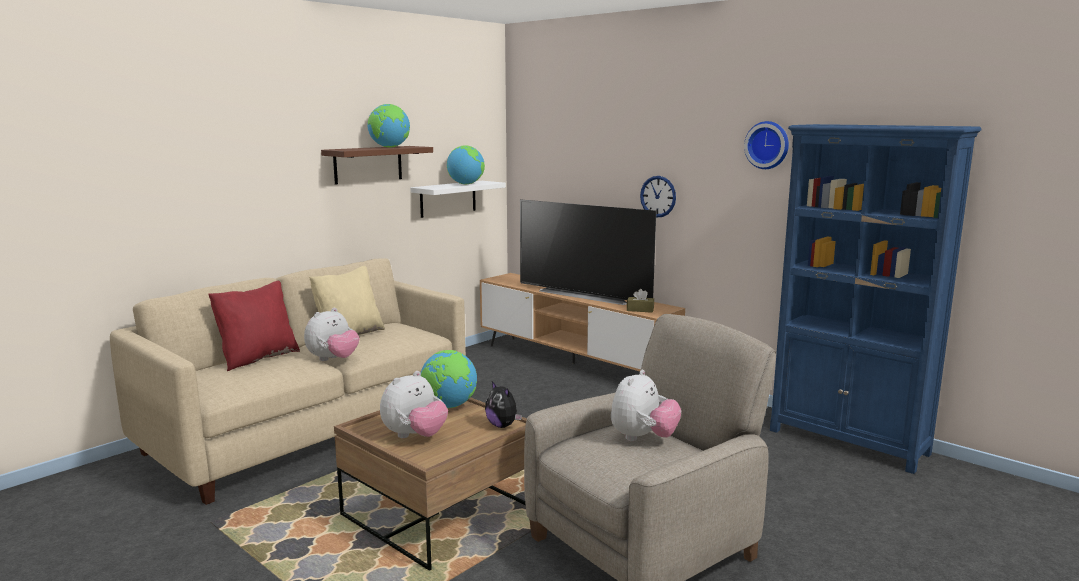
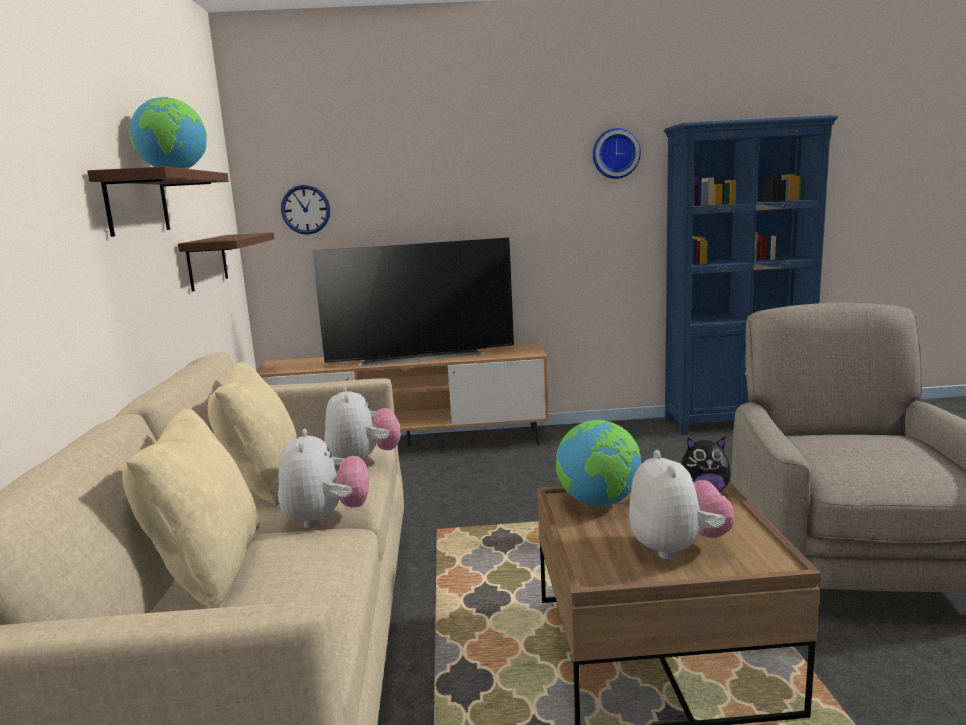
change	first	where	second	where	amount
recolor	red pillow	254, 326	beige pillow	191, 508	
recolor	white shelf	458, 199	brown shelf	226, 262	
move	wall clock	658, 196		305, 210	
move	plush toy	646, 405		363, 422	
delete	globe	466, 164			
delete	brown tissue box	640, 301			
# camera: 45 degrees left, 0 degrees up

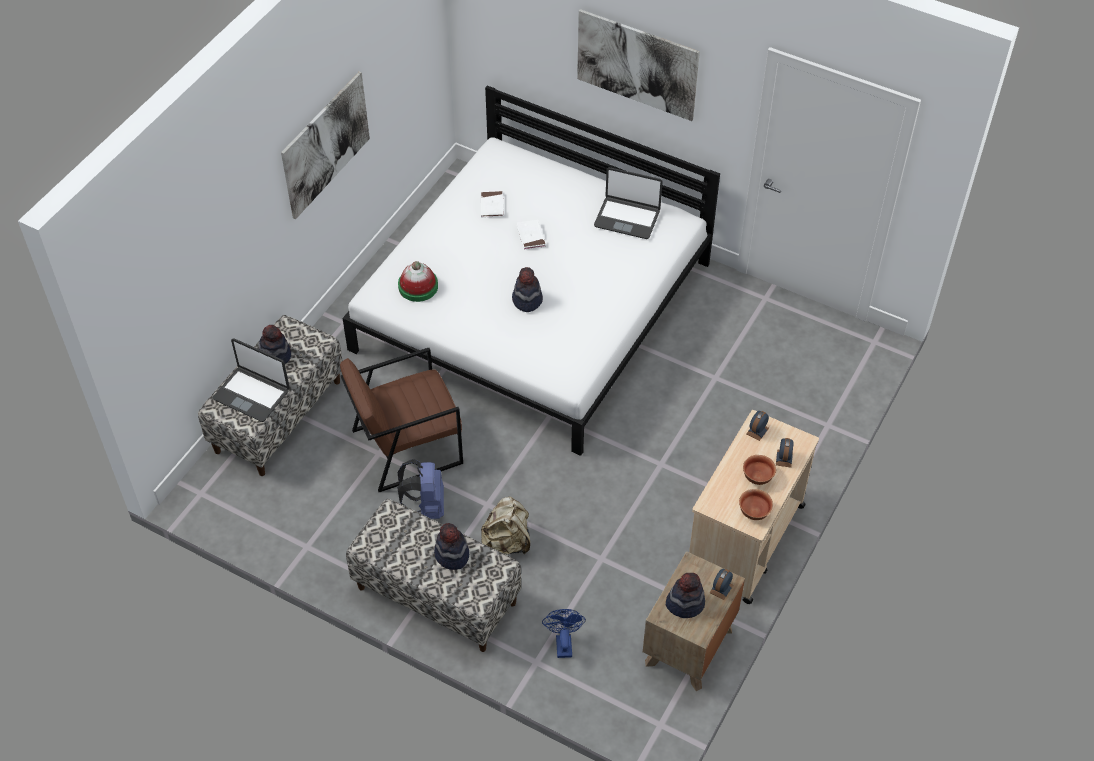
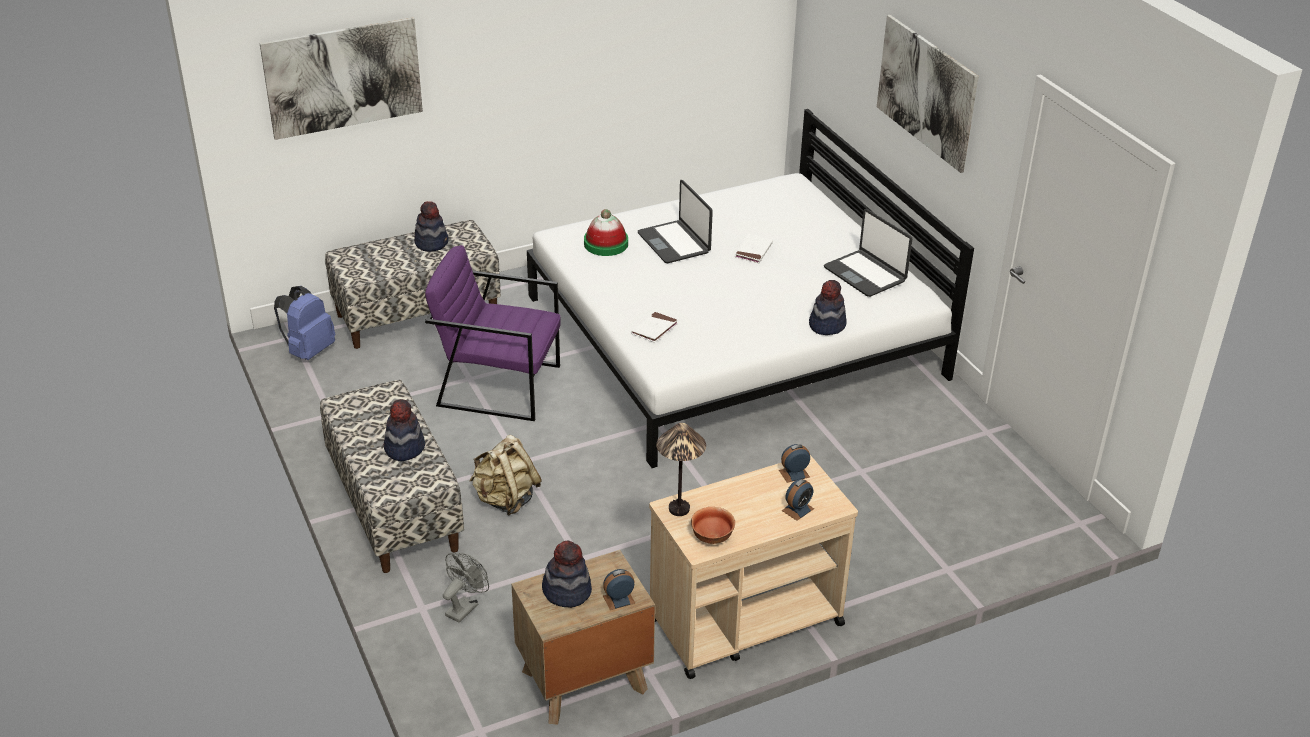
change	first	where	second	where	amount
move	picture	325, 145		341, 78	
move	blue backpack	420, 489		304, 323	
recolor	brown armchair	401, 420	purple armchair	492, 333	
recolor	blue fan	564, 633	grey fan	466, 588	
move	white book	492, 204		654, 327	
move	laptop	251, 380		675, 221	
insert			table lamp	681, 469	
move	hat	527, 289		828, 307	
delete	bowl	759, 470			
# camera: 35 degrees right, 15 degrees down

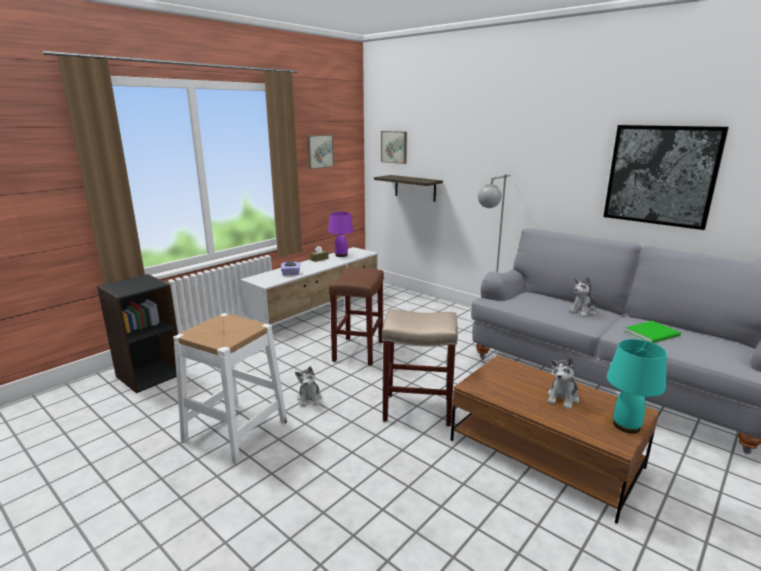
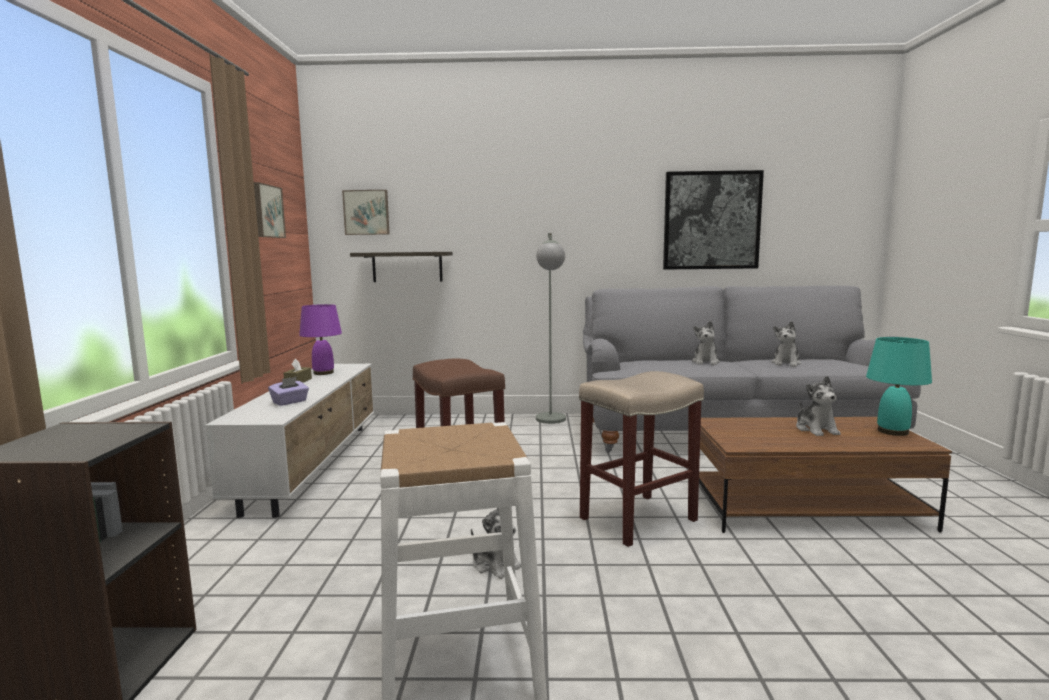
change	first	where	second	where	amount
replace	green book	653, 332	plush toy	786, 344	
# camera: 40 degrees left, 10 degrees down

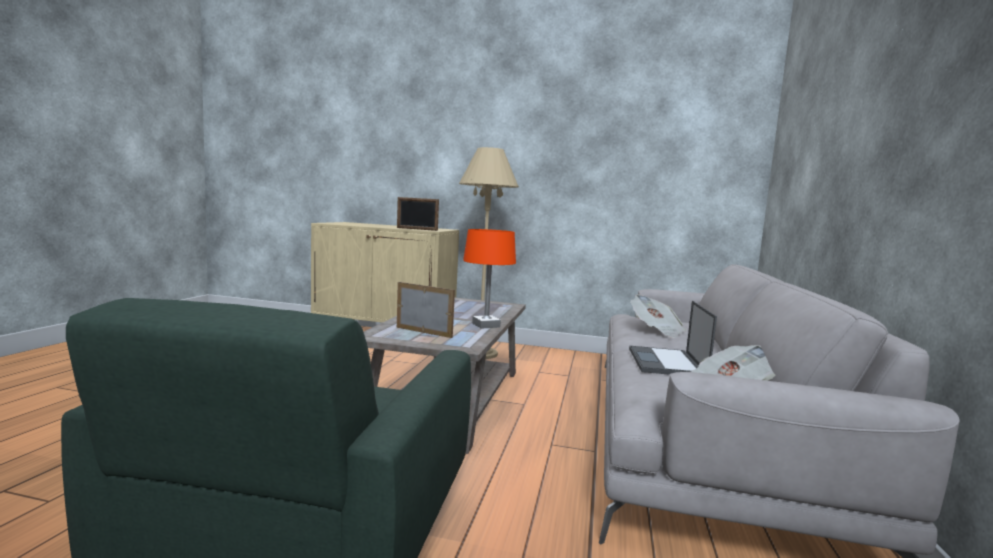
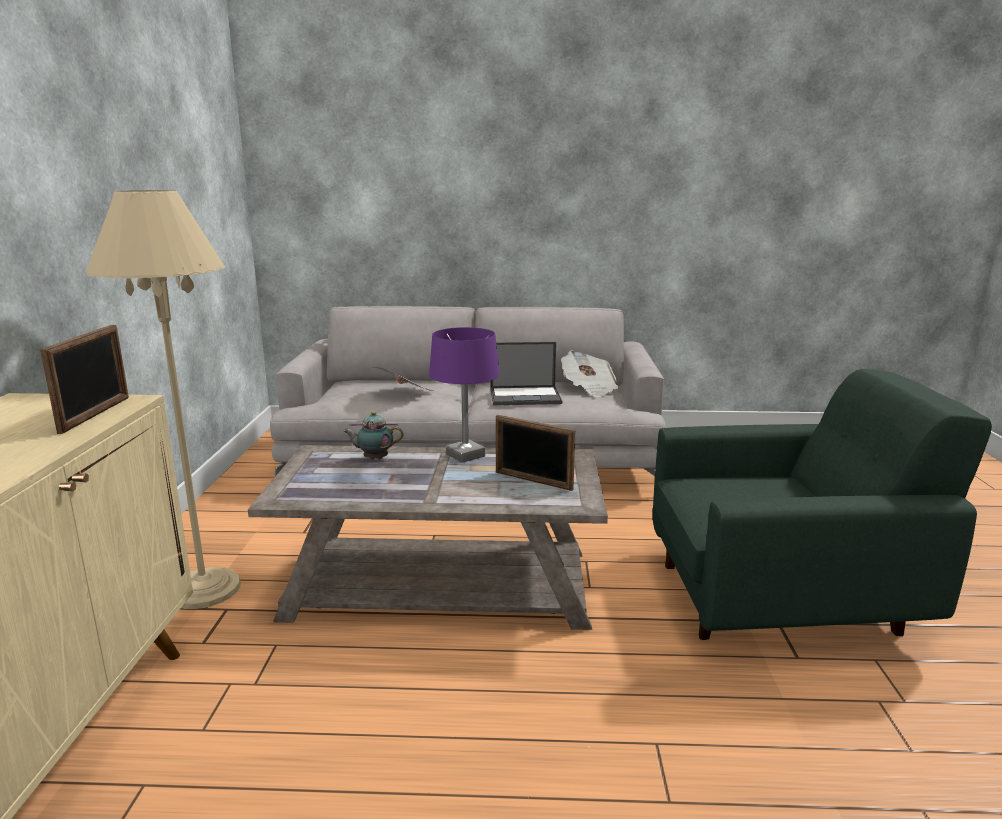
change	first	where	second	where	amount
insert			teapot	373, 435	
recolor	orange table lamp	489, 279	purple table lamp	464, 395	
rotate	picture frame	426, 310		535, 453	75 degrees counterclockwise
# camera: 100 degrees left, 10 degrees up

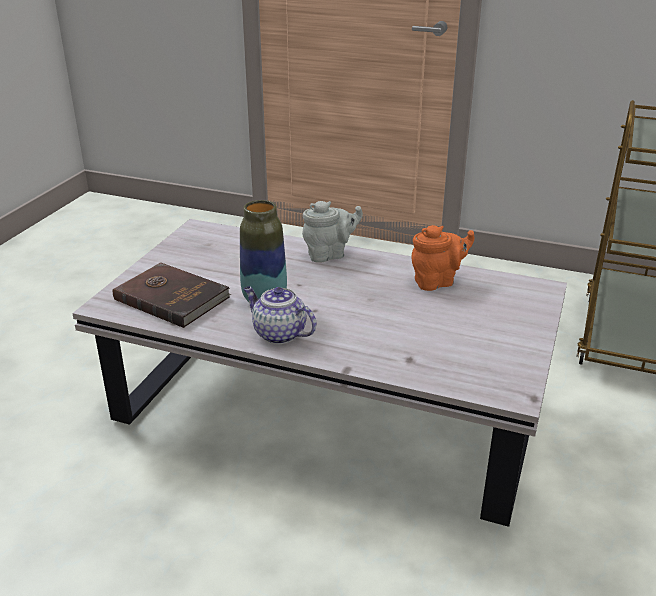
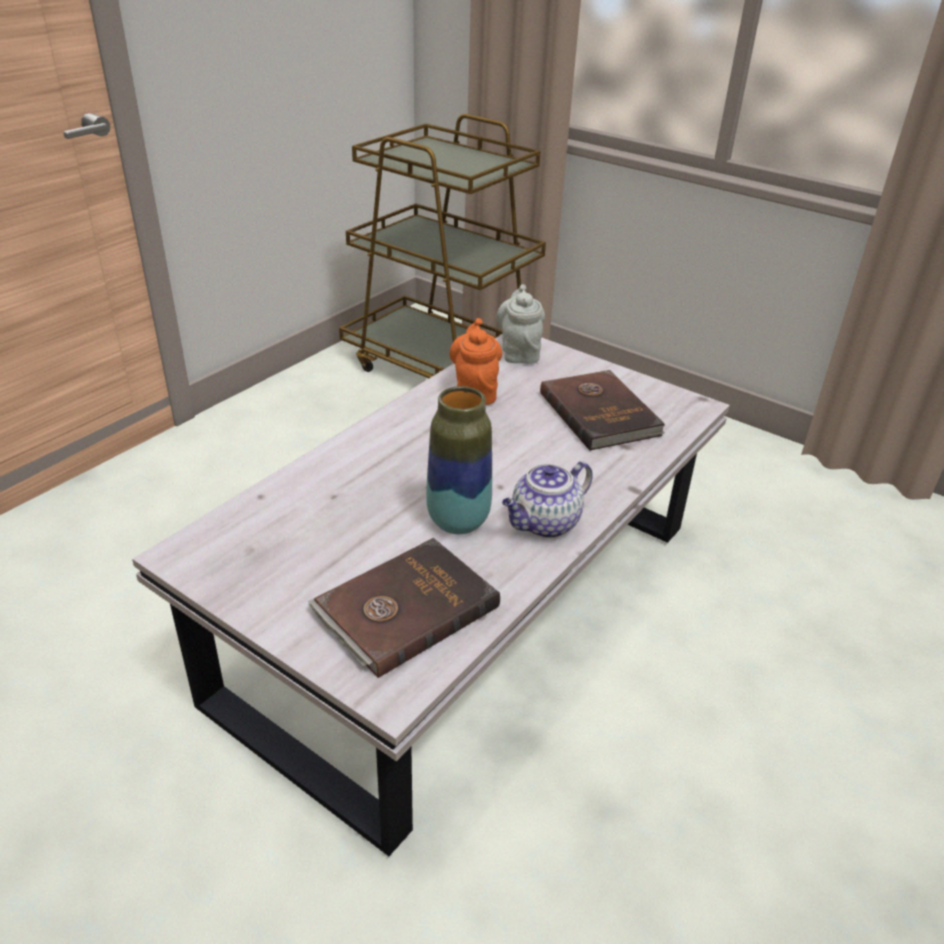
change	first	where	second	where	amount
move	grey teapot	332, 232		520, 324	
insert			brown book	603, 410	
# camera: 75 degrees left, 5 degrees up

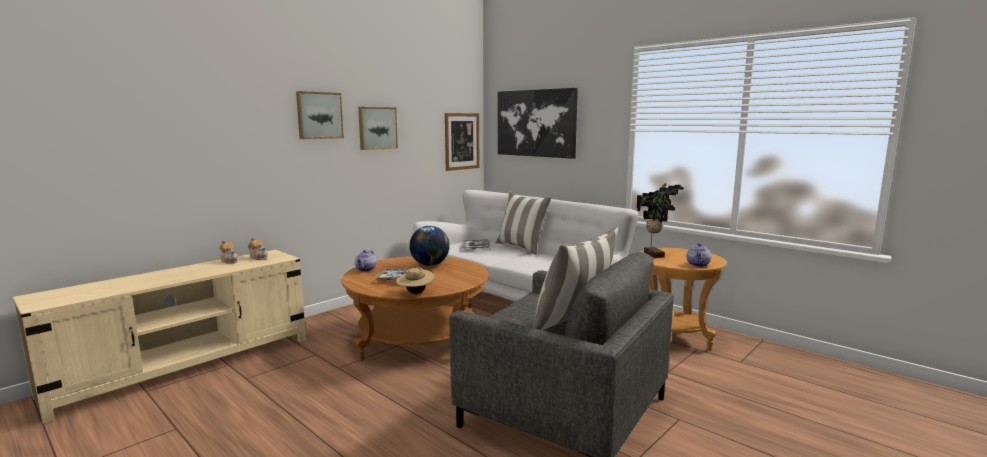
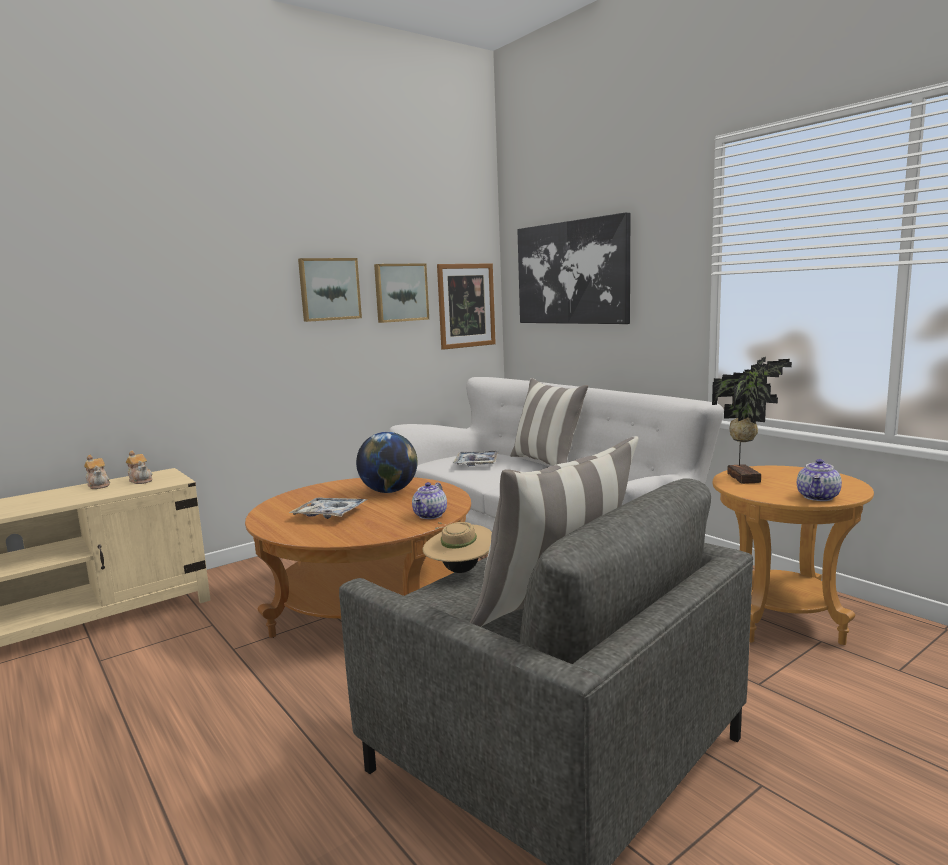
change	first	where	second	where	amount
move	picture	320, 115		401, 293	
move	teapot	365, 261		429, 500	
move	beige hat	415, 280		457, 547	
# camera: 10 degrees right, 0 degrees up

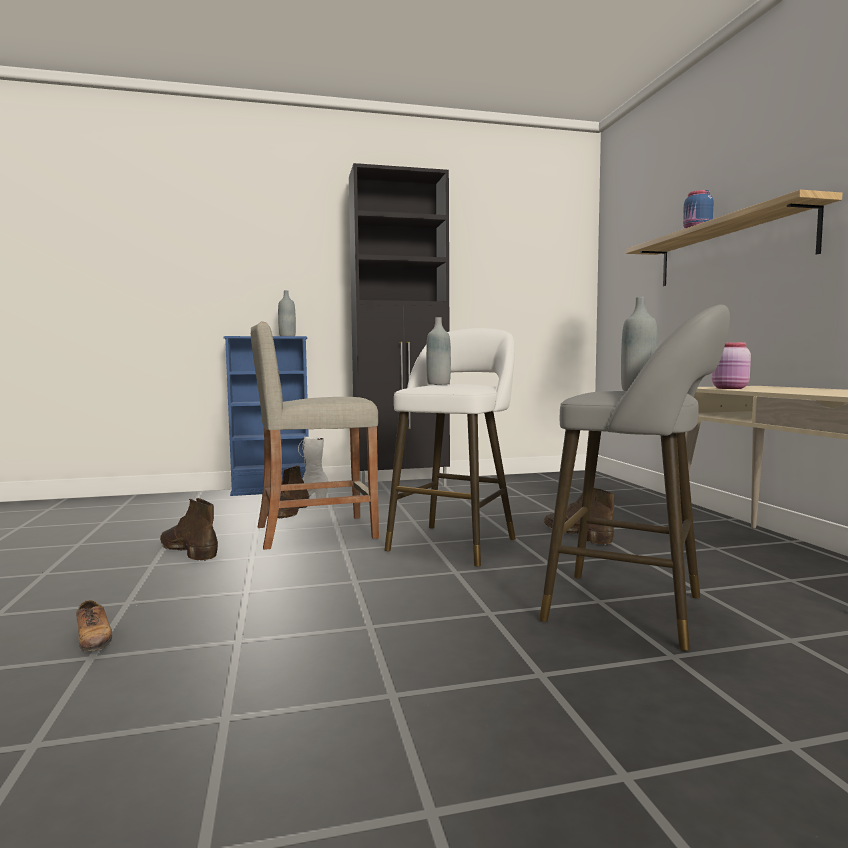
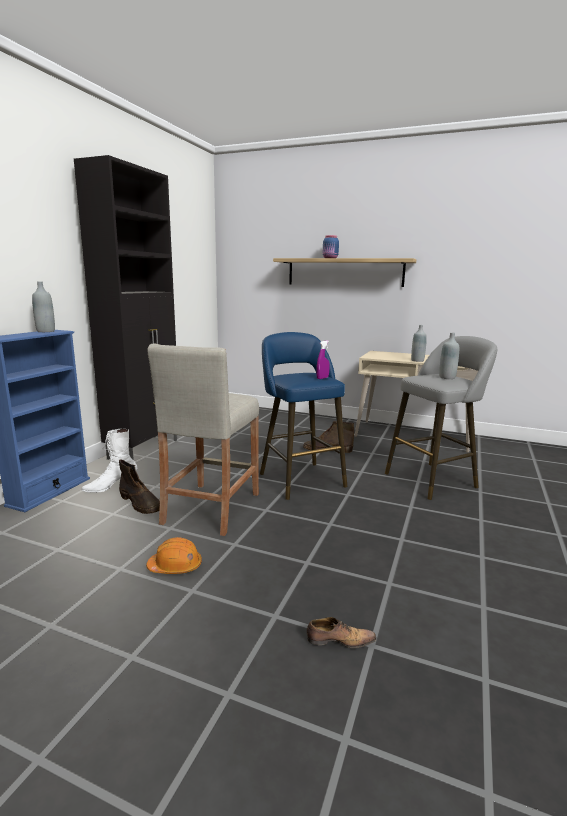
change	first	where	second	where	amount
replace	brown boot	189, 529	orange hard hat	174, 555	
recolor	white stool	450, 447	blue stool	303, 416	
insert			purple spray bottle	323, 360	
move	grey bottle	438, 351		419, 343	
delete	pink jar	731, 365			
# camera: 55 degrees left, 10 degrees up

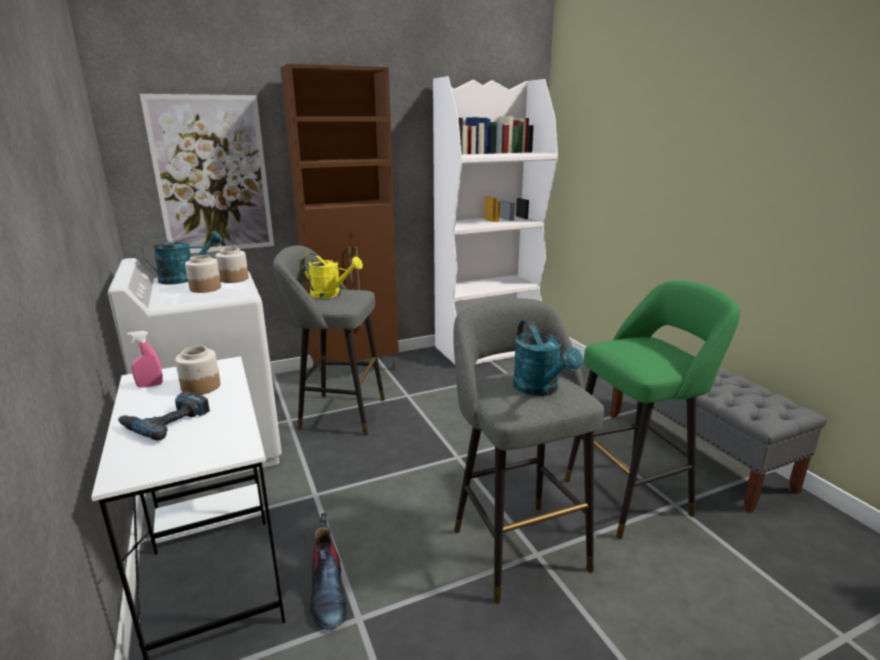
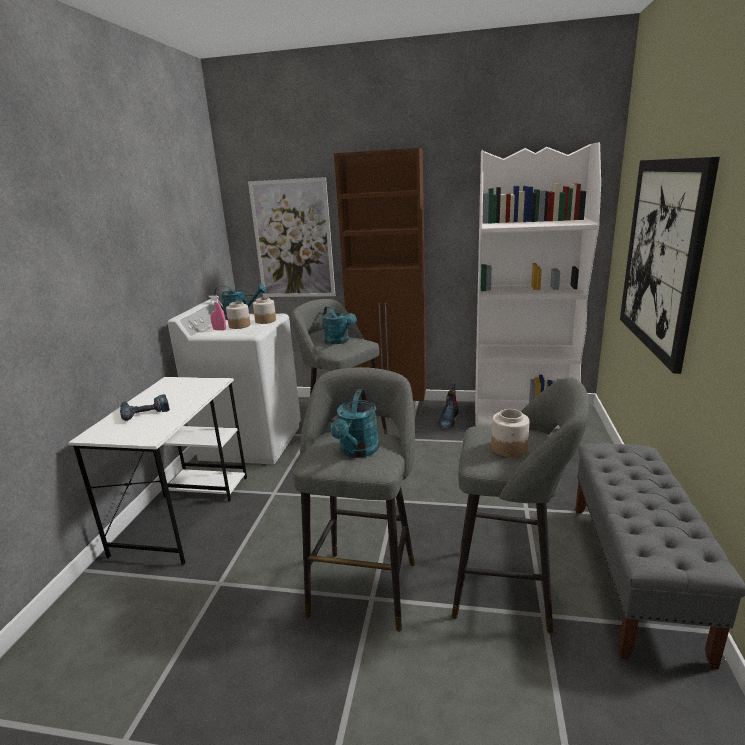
change	first	where	second	where	amount
move	pink spray bottle	145, 359		217, 312	
recolor	yellow watering can	332, 275	turquoise watering can	340, 325	
move	boot	328, 571		448, 406	
recolor	green stool	652, 409	grey stool	520, 505	
move	jar	197, 370		510, 433	
insert			picture	670, 265	
# camera: 35 degrees right, 0 degrees up

